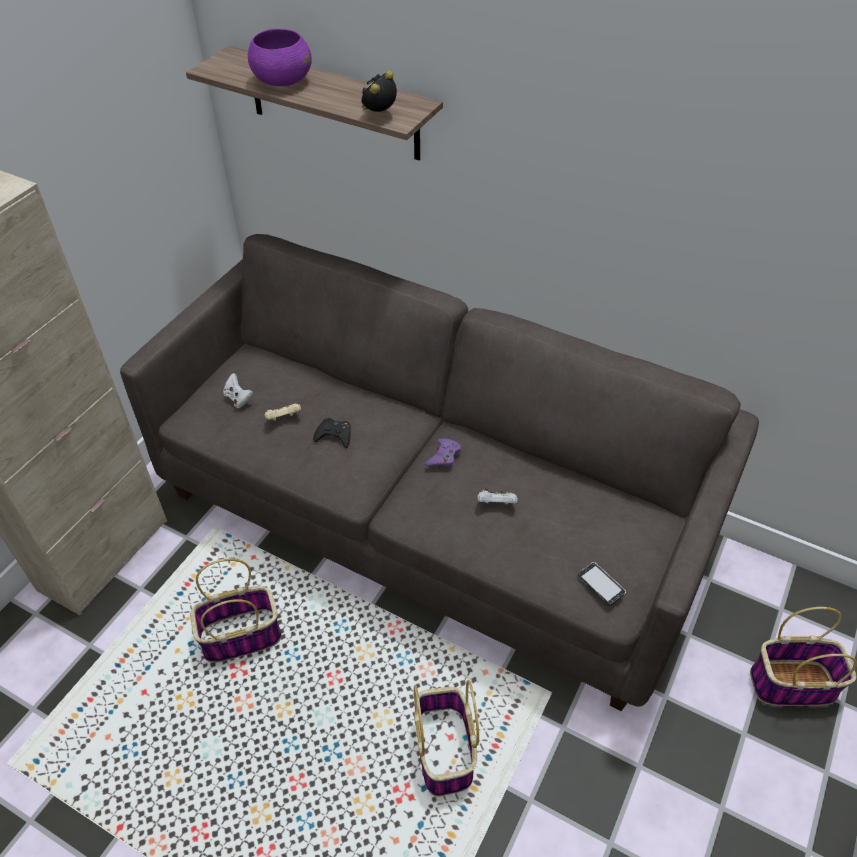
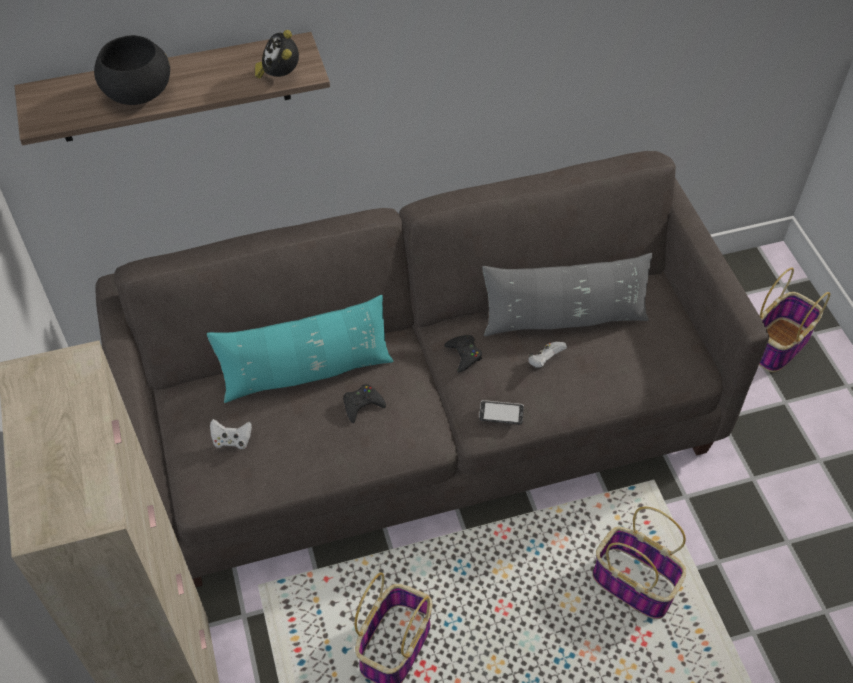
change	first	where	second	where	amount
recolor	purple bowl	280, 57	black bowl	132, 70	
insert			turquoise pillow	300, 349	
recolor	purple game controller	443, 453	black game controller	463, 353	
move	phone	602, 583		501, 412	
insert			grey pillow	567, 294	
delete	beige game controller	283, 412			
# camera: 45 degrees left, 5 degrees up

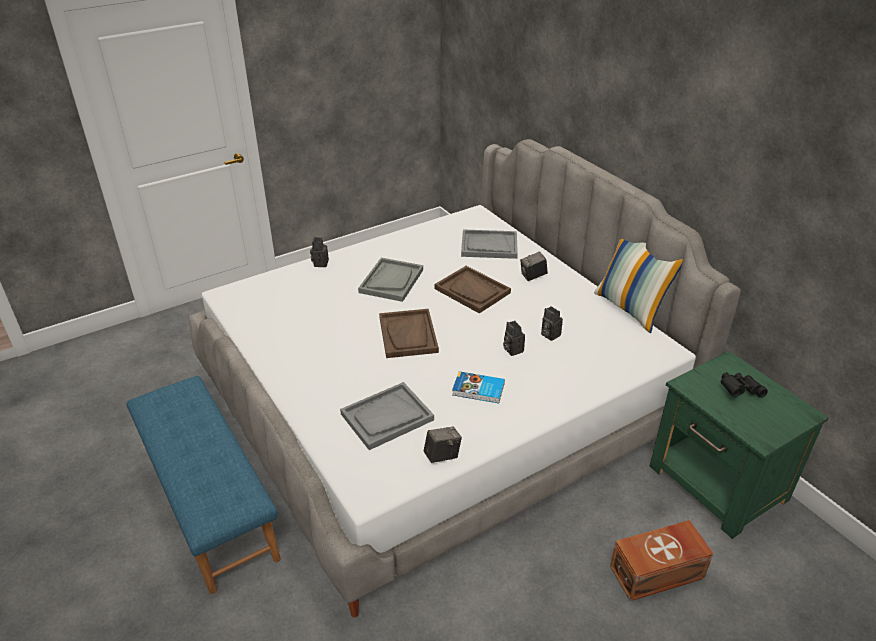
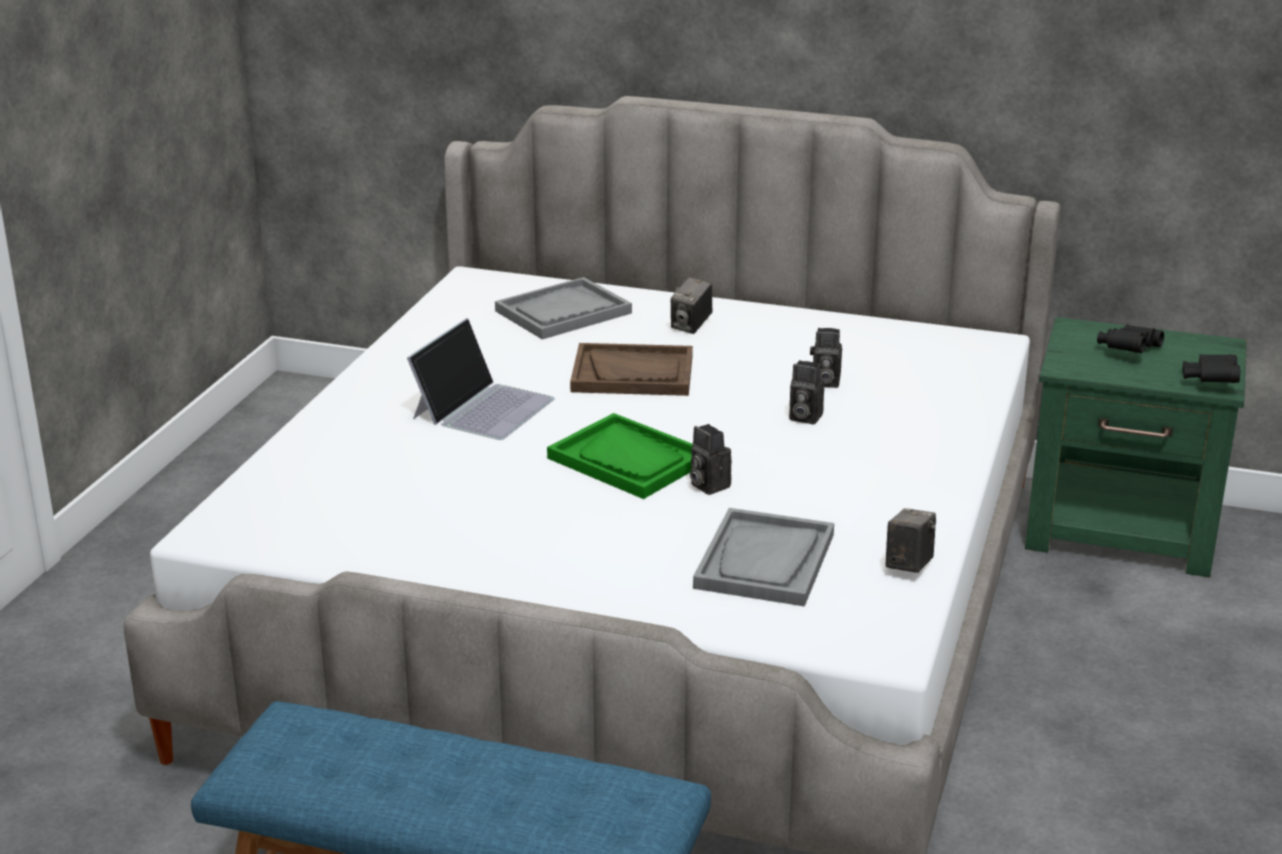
change	first	where	second	where	amount
replace	grey tray	390, 280	laptop	481, 379	
recolor	brown tray	409, 333	green tray	619, 456	
move	photo camera	319, 251		711, 459	
insert			black binoculars	1211, 368	
delete	book	478, 387			
delete	pillow	638, 286			
delete	brown storage box	662, 560			
# camera: 40 degrees left, 10 degrees down

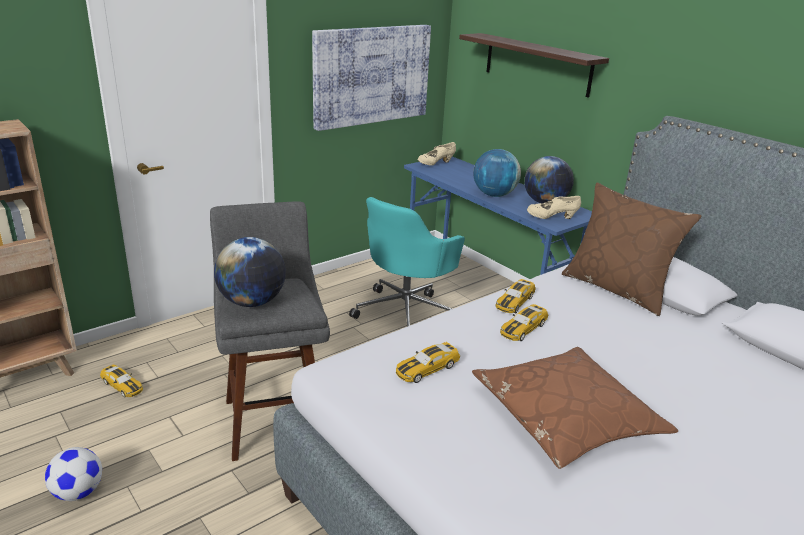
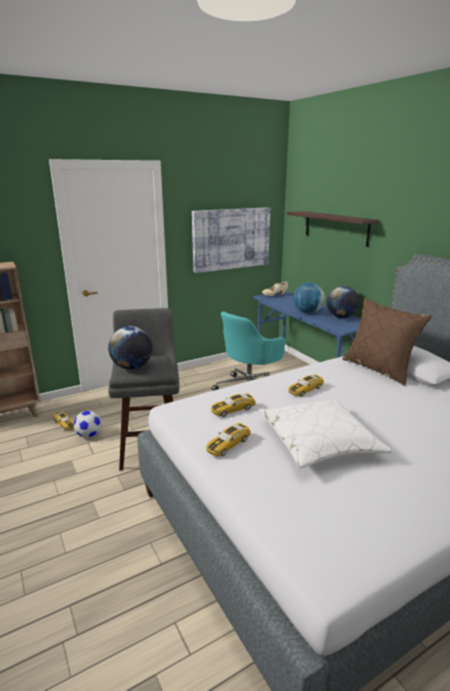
change	first	where	second	where	amount
move	football	73, 474		88, 424	
move	toy car	515, 296		228, 439	
recolor	brown pillow	575, 408	white pillow	326, 433	
delete	beige shoe	554, 207			
# camera: 10 degrees right, 5 degrees down

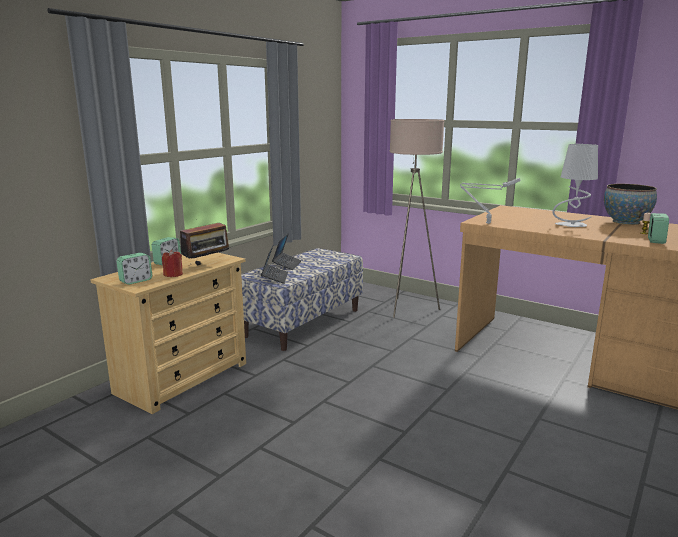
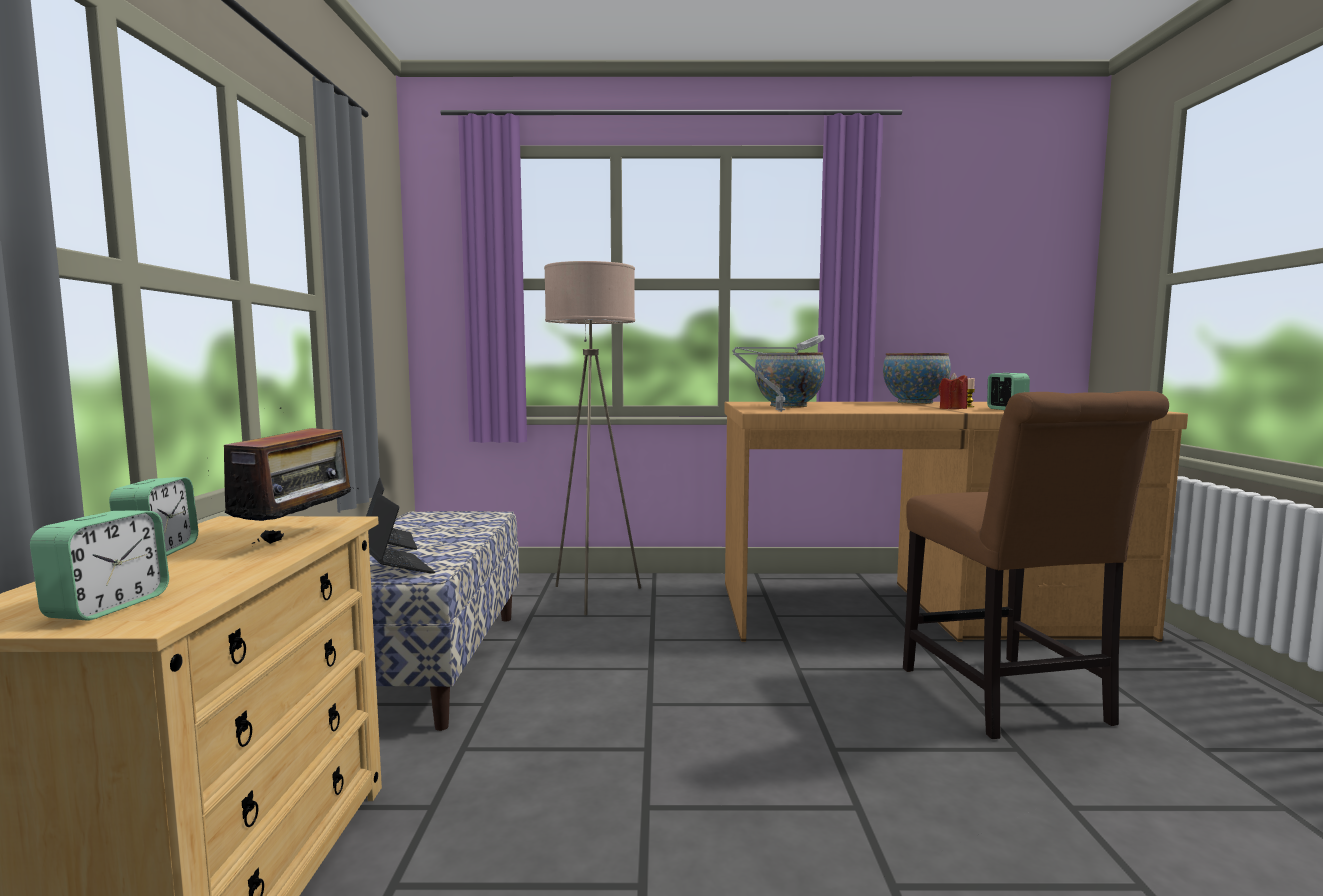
change	first	where	second	where	amount
insert			bowl	790, 380	
insert			brown chair	1036, 565	
move	red candle	172, 263		953, 391	
delete	grey table lamp	575, 185			
# camera: 35 degrees left, 10 degrees down

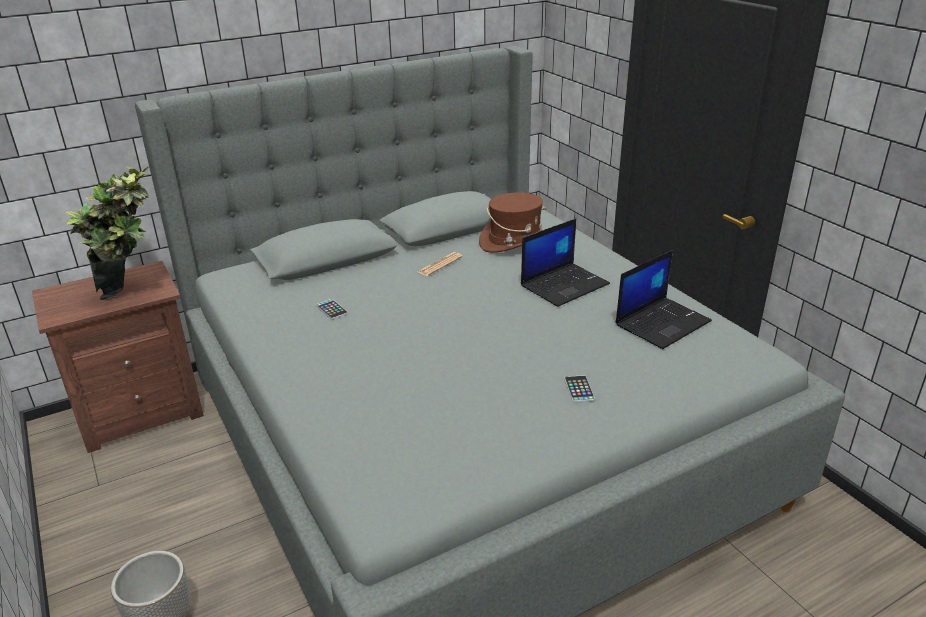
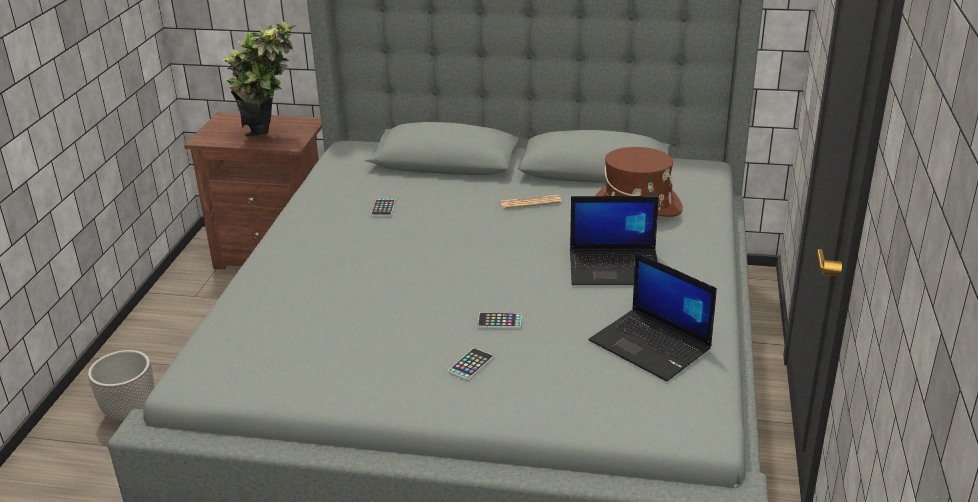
change	first	where	second	where	amount
insert			phone	500, 320	
rotate	laptop	664, 299		653, 317	45 degrees clockwise
# camera: 40 degrees right, 0 degrees up

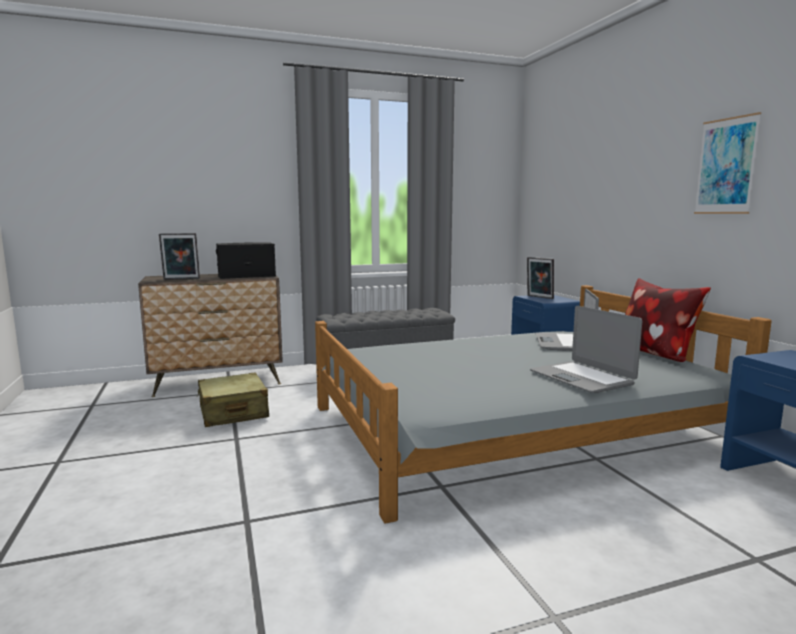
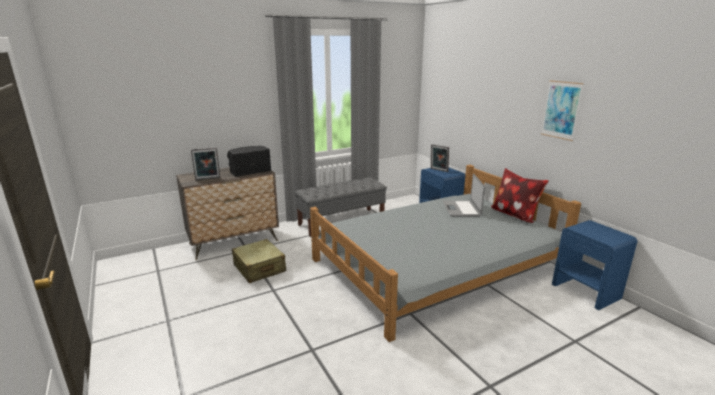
change	first	where	second	where	amount
delete	laptop	586, 349			
# camera: 10 degrees left, 10 degrees up

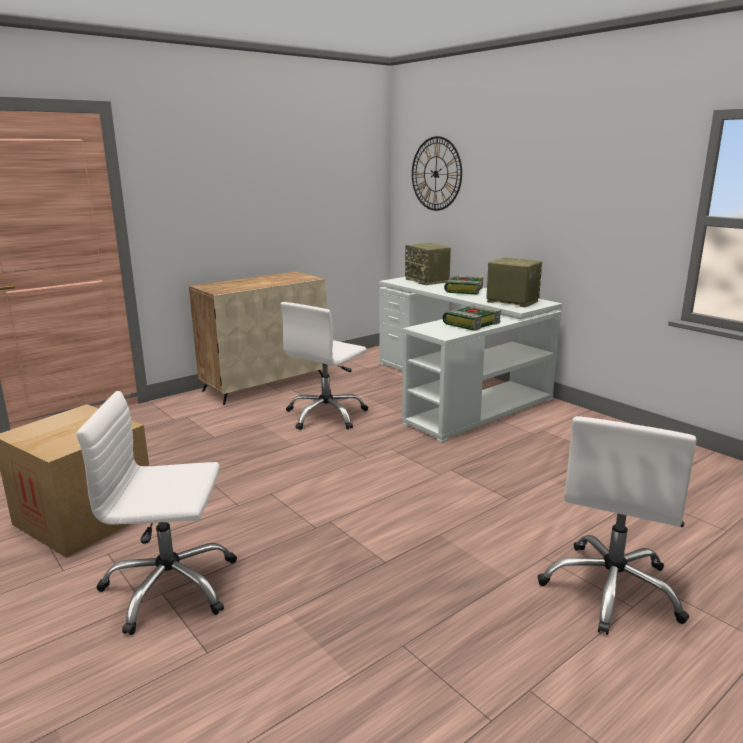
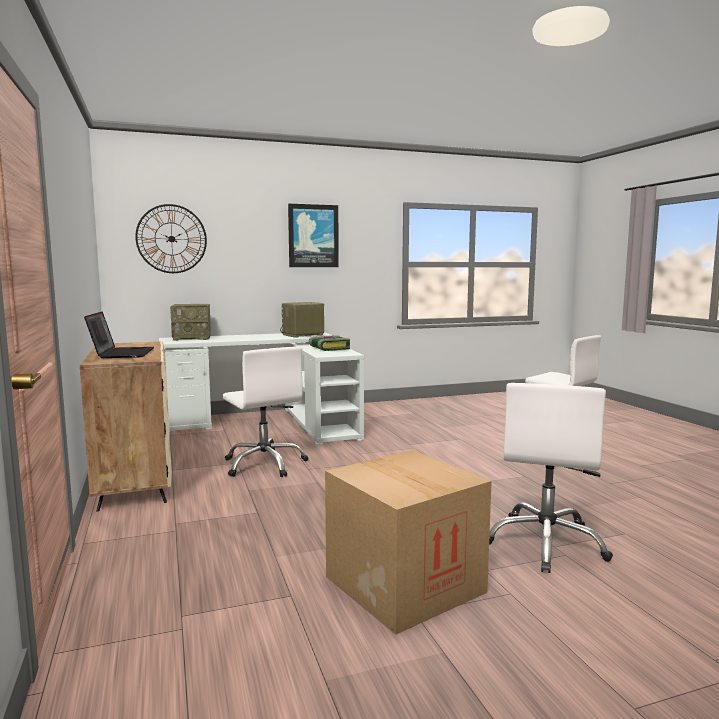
change	first	where	second	where	amount
insert			laptop	119, 335	
insert			picture	313, 235	
delete	book	463, 285			
# camera: 70 degrees left, 10 degrees down

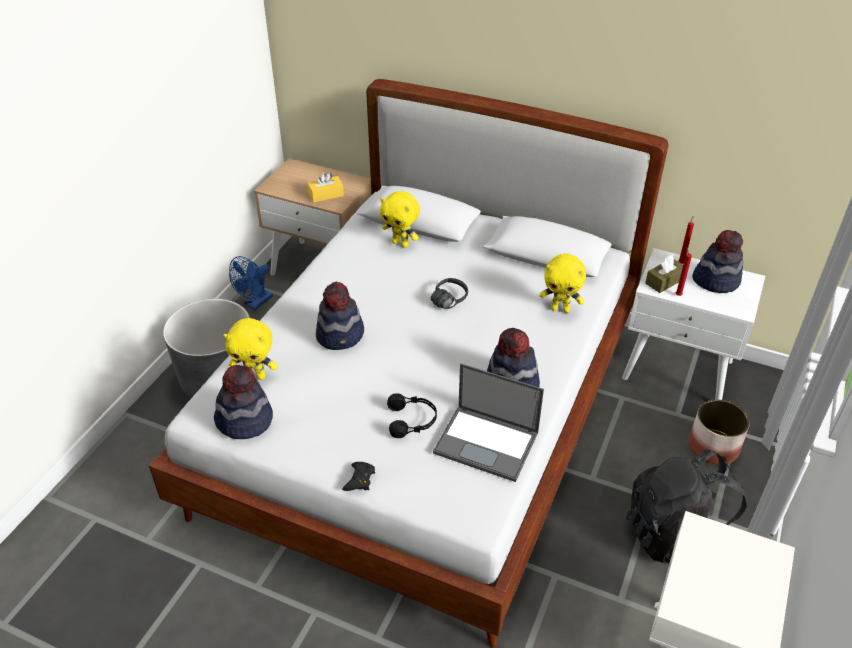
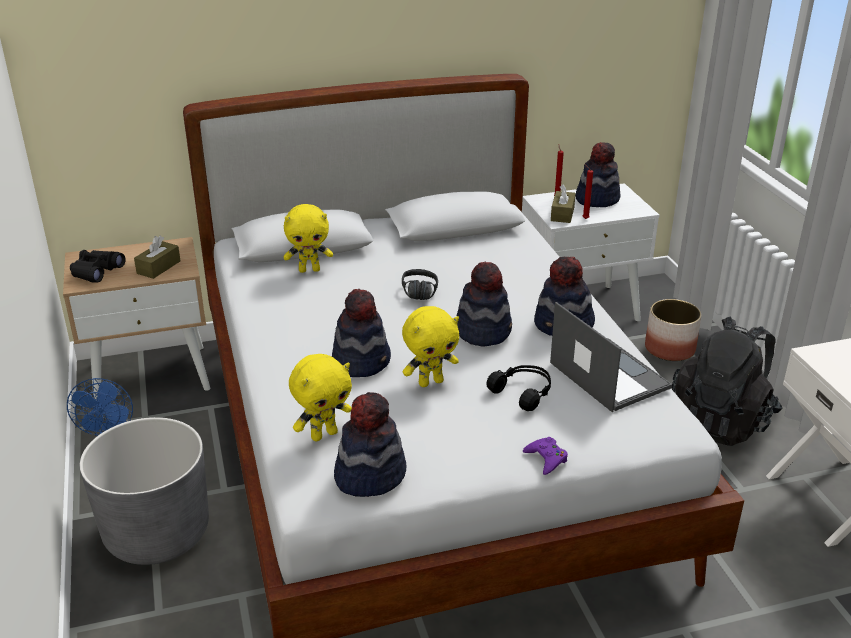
change	first	where	second	where	amount
insert			black binoculars	98, 266	
recolor	yellow tissue box	325, 187	brown tissue box	157, 257	
move	yellow plush toy	563, 283		430, 346	
insert			hat	484, 304	
recolor	black game controller	358, 476	purple game controller	545, 456	
rotate	laptop	488, 422		611, 357	105 degrees counterclockwise
# camera: 40 degrees left, 10 degrees down

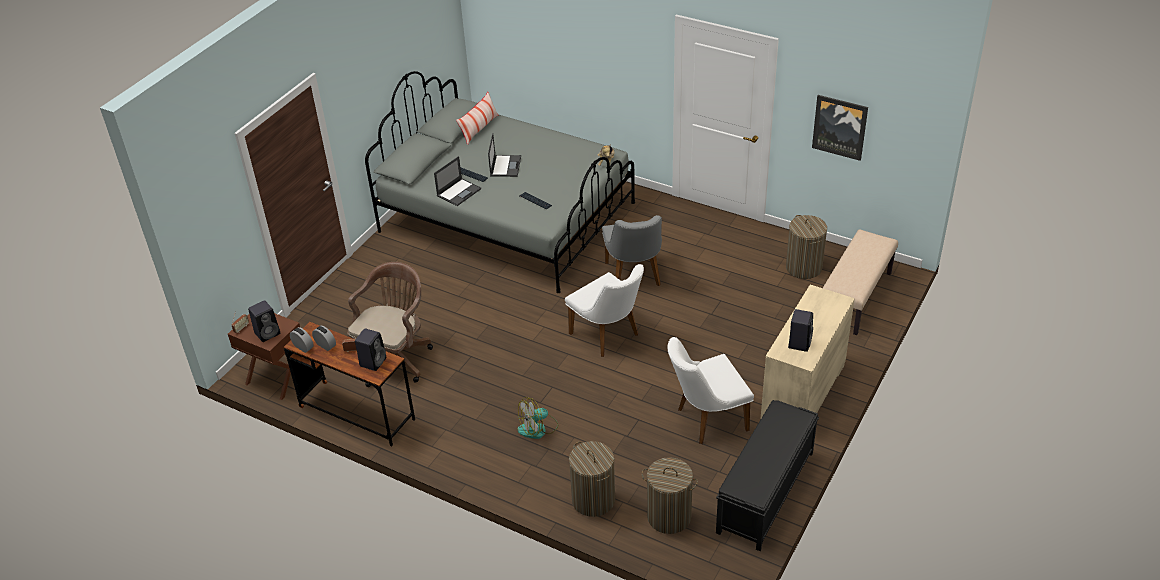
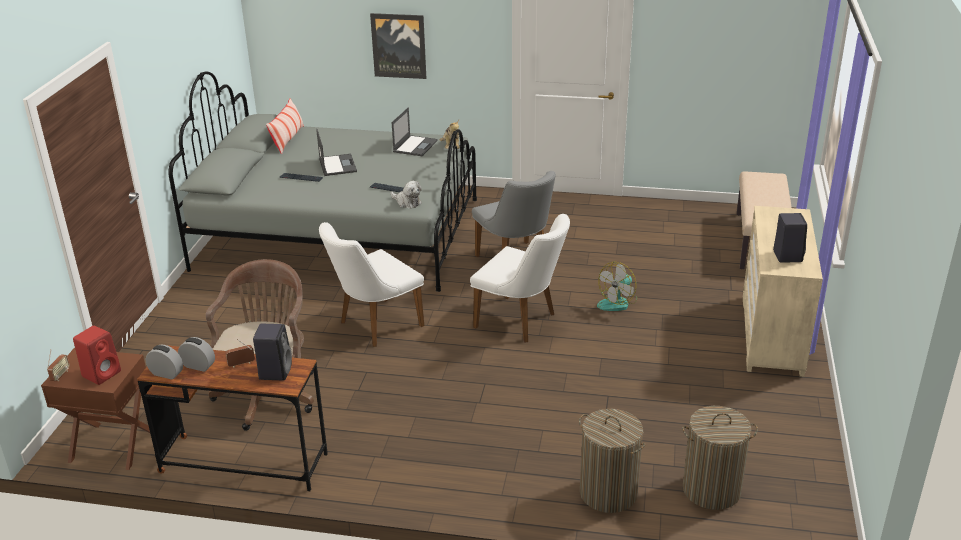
change	first	where	second	where	amount
recolor	black speaker	264, 321	red speaker	97, 355	
move	white chair	711, 390		371, 284	
move	picture	840, 128		398, 46	
insert			plush toy	406, 194	
move	laptop	457, 181		415, 131	
move	fan	537, 418		617, 286	
delete	black bench	767, 475			
delete	laundry basket	806, 247			
# camera: 20 degrees left, 10 degrees down

